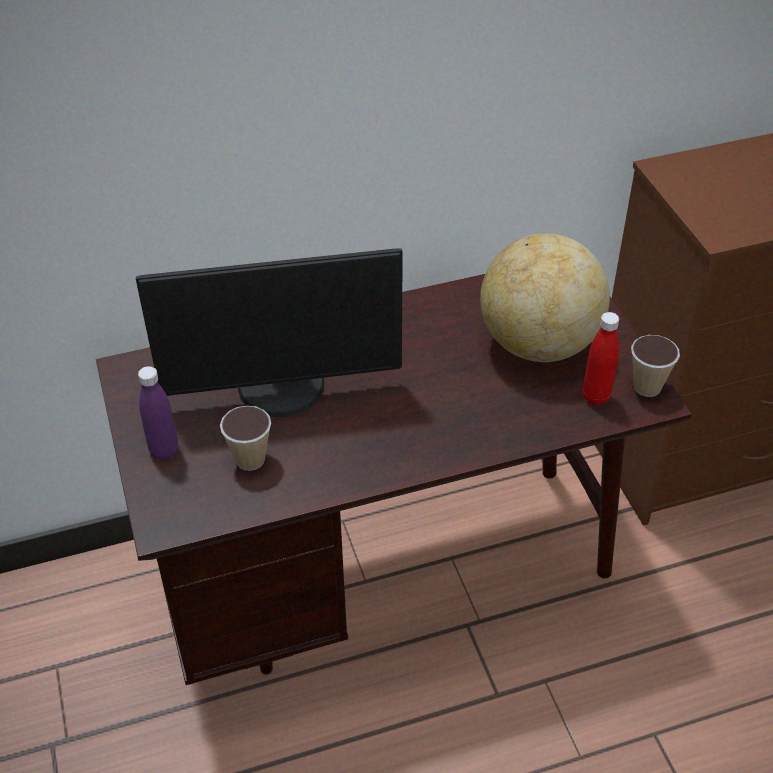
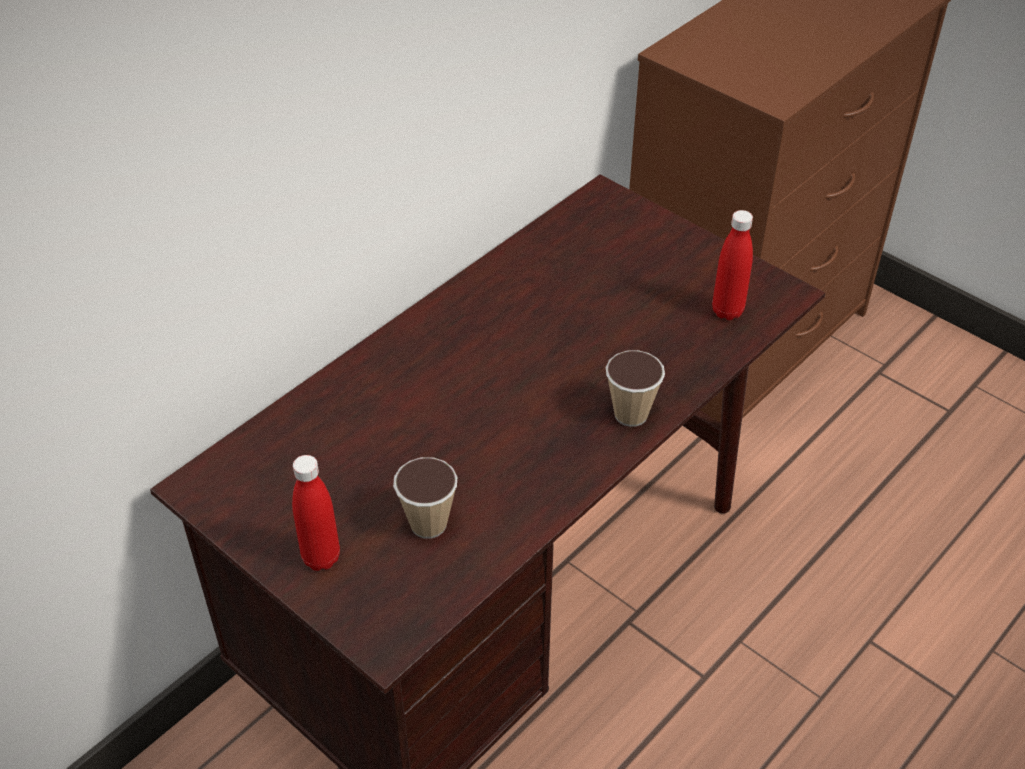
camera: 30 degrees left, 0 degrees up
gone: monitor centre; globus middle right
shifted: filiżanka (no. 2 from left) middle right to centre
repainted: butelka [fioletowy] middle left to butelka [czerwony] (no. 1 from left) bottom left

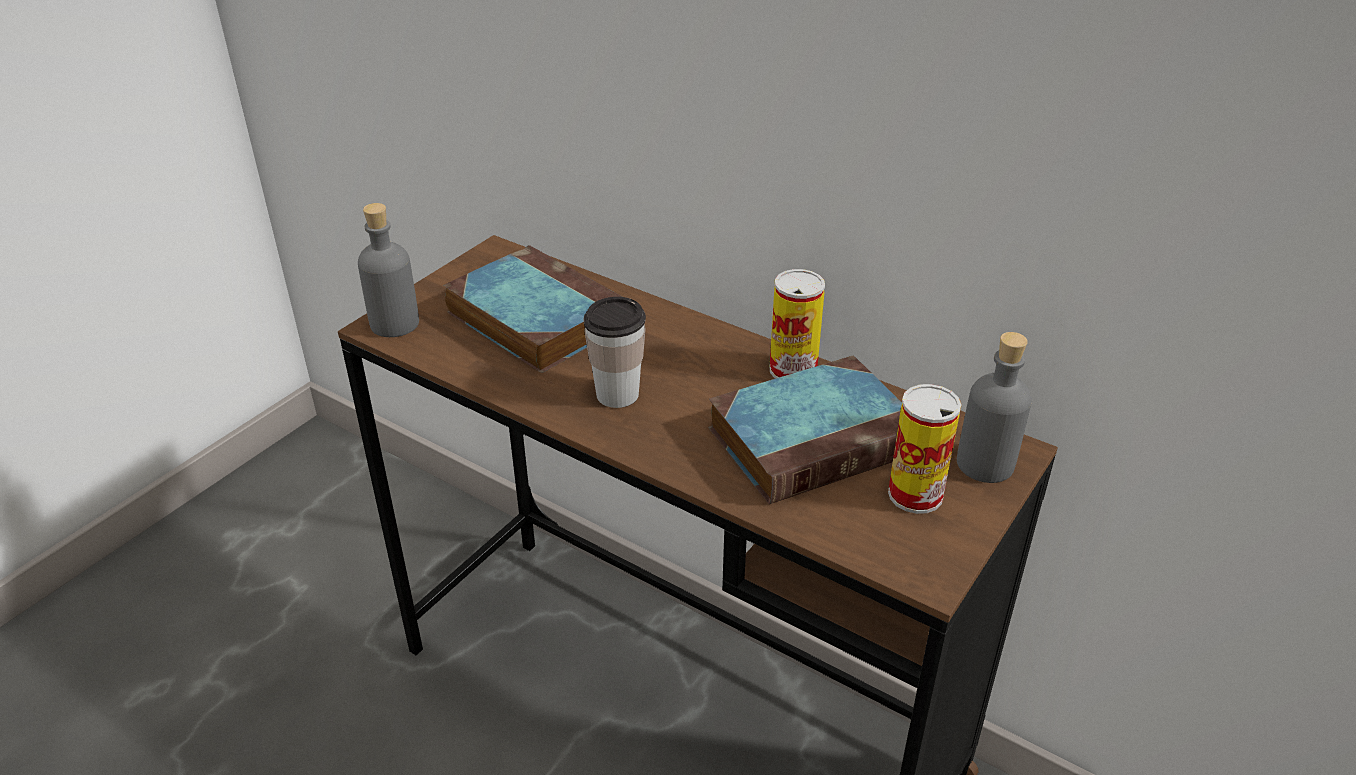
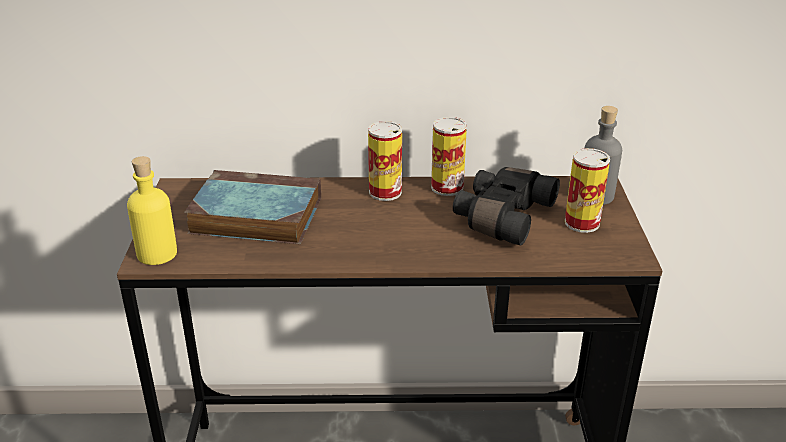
camera: 35 degrees left, 5 degrees down
gone: filiżanka centre
new: puszka (no. 1 from left) centre
swapped: książka (no. 2 from left) centre to lornetka [czarny] centre
repainted: butelka [szary] (no. 1 from left) middle left to butelka [żółty] middle left

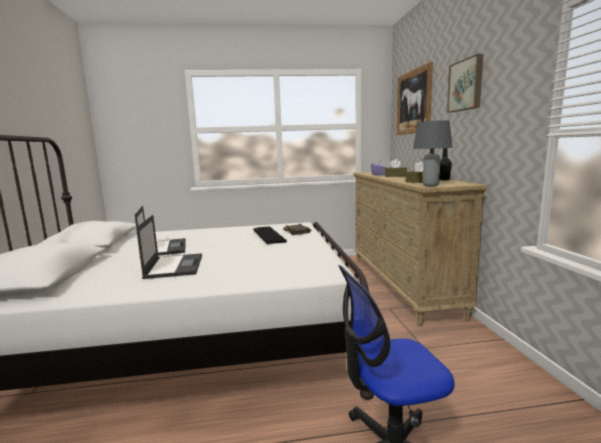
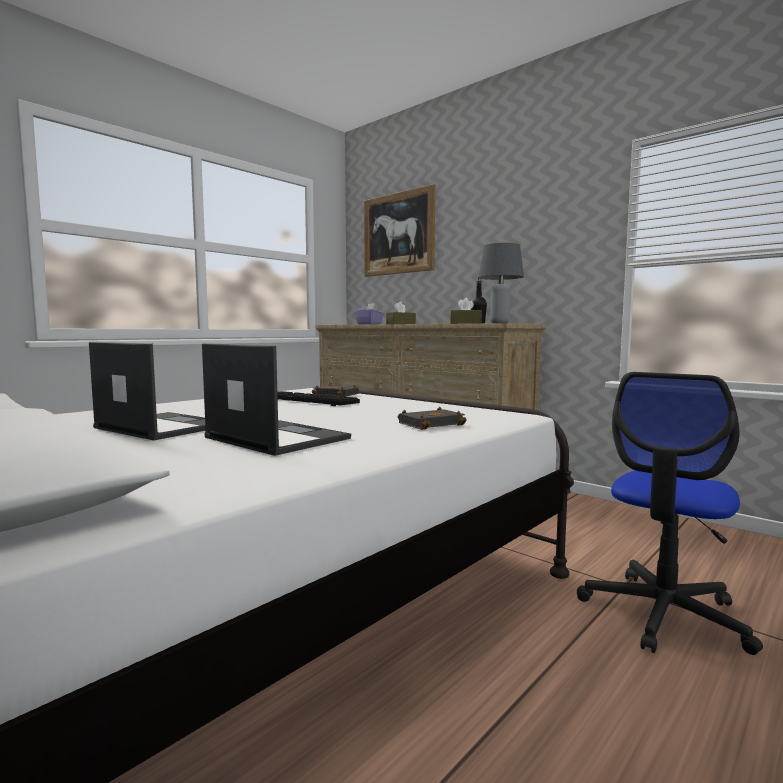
camera: 40 degrees left, 5 degrees down
gone: obraz (no. 2 from left) top right
new: książka [czarny] (no. 2 from left) centre

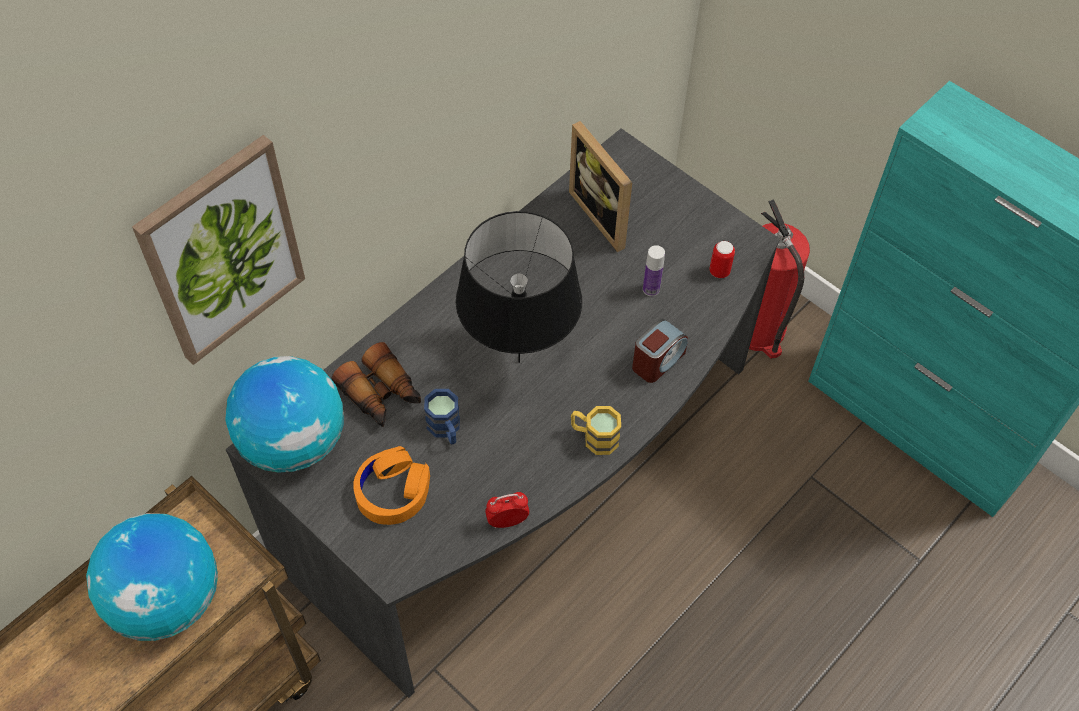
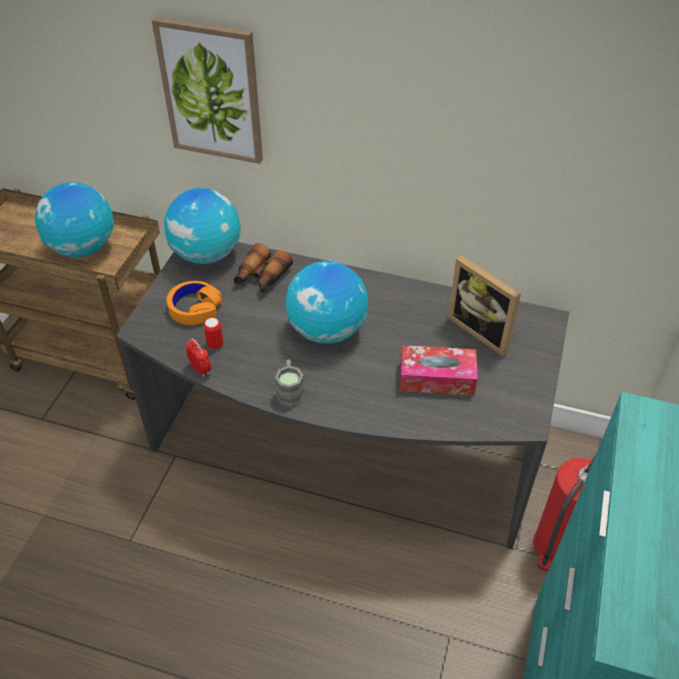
camera: 65 degrees right, 10 degrees down
gone: kubek [niebieski] centre; budzik (no. 2 from left) centre
shifted: puszka middle right to middle left
swapped: lampa stołowa [czarny] centre to globus (no. 3 from left) centre; butelka centre to pudełko chusteczek centre
repainted: kubek [żółty] centre to kubek [szary] centre
rotated: ramka na zdjęcie top centre = middle right 75 degrees counterclockwise

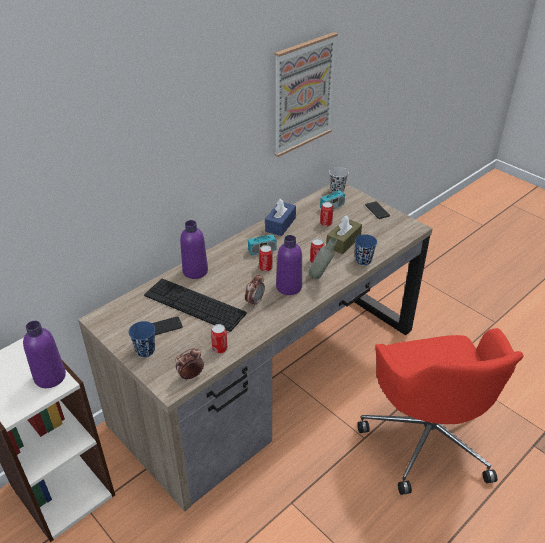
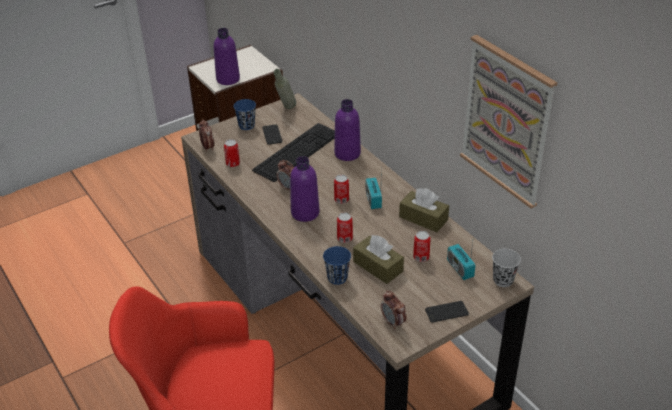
camera: 100 degrees right, 0 degrees up
new: budzik (no. 3 from left) bottom centre
shifted: butelka [szary] centre to top centre
repainted: pudełko chusteczek [niebieski] centre to pudełko chusteczek [brązowy] (no. 2 from left) centre

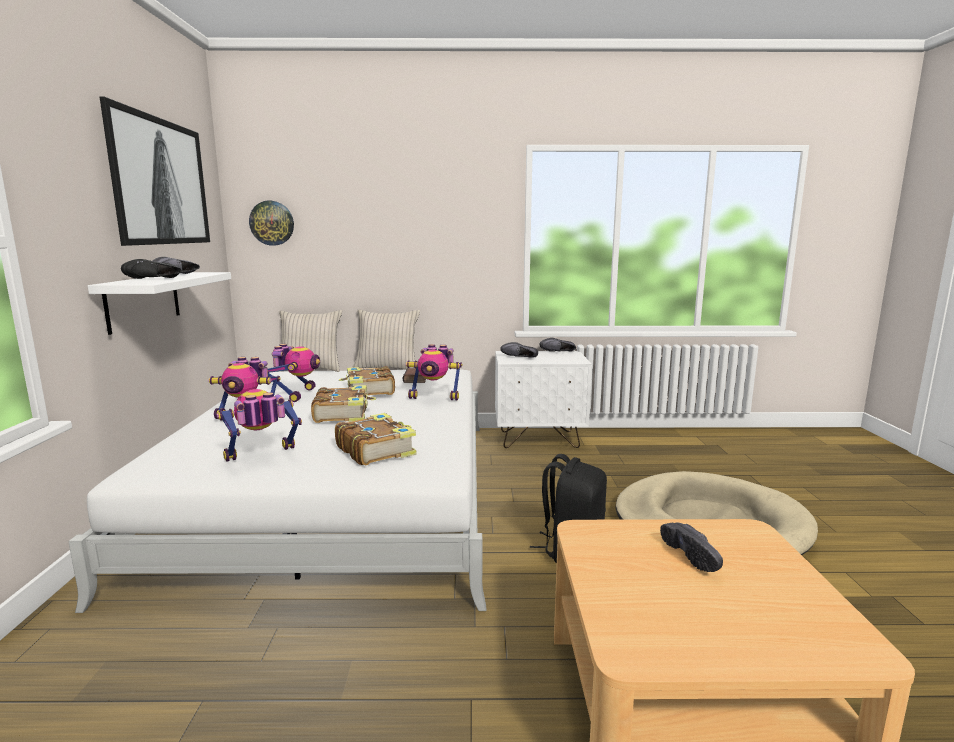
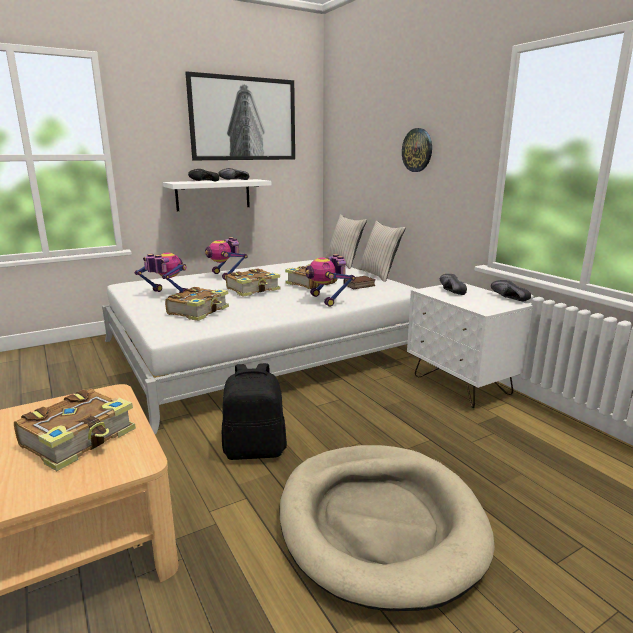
camera: 60 degrees right, 5 degrees up
gone: robot zabawkowy (no. 3 from left) middle left
shifted: zegar ścienny top left to top centre
swapped: but [czarny] (no. 5 from left) bottom right to książka (no. 1 from left) bottom left

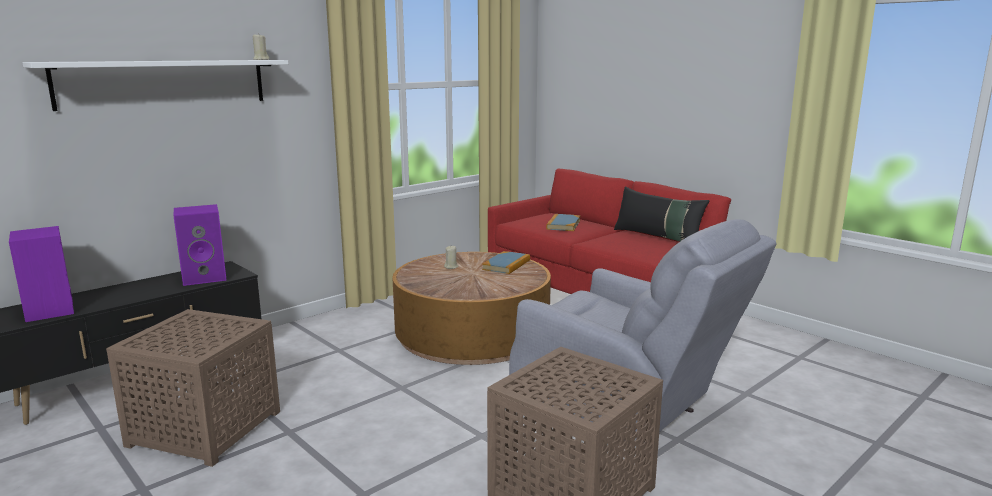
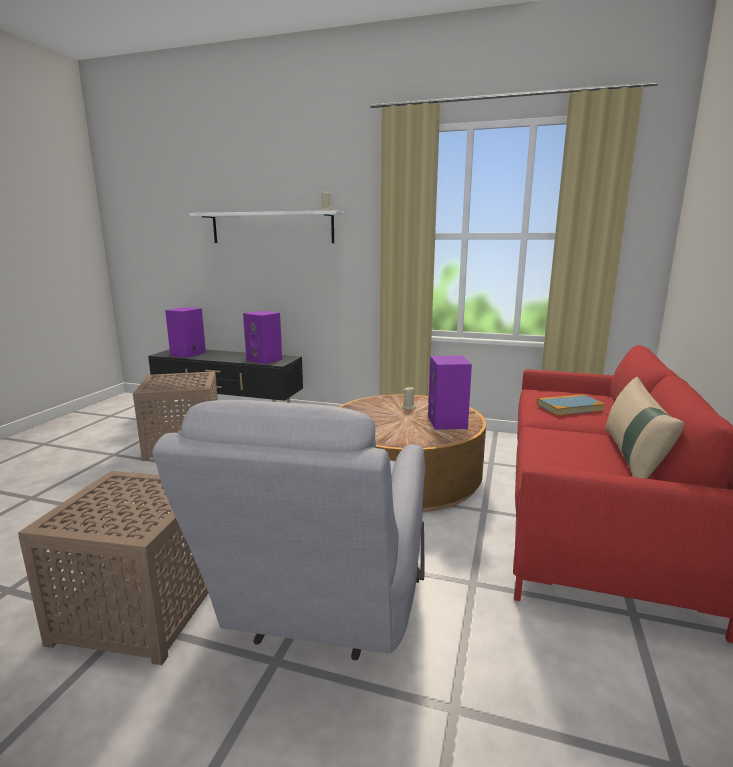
camera: 60 degrees right, 0 degrees up
swapped: książka (no. 1 from left) centre to głośnik [fioletowy] (no. 3 from left) centre
repainted: poduszka [czarny] middle right to poduszka [beżowy] middle right

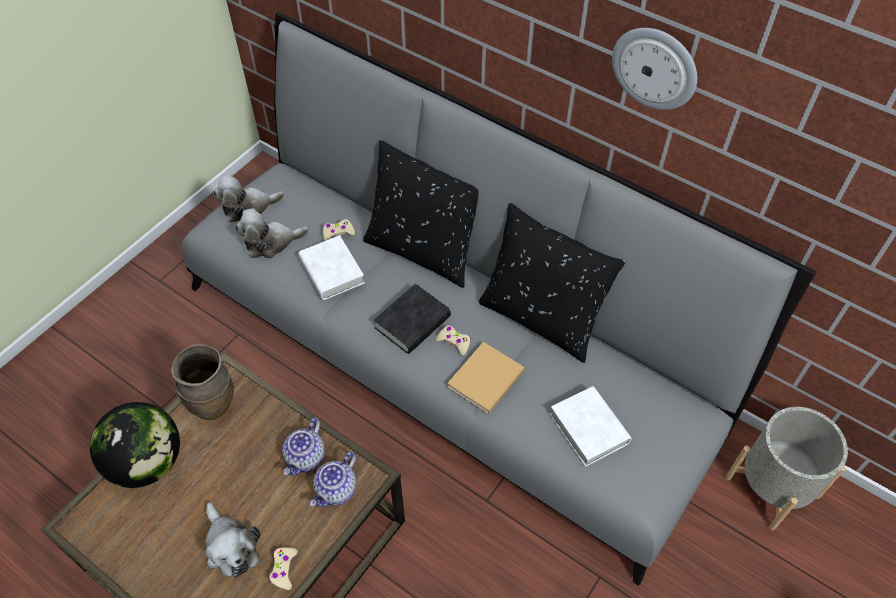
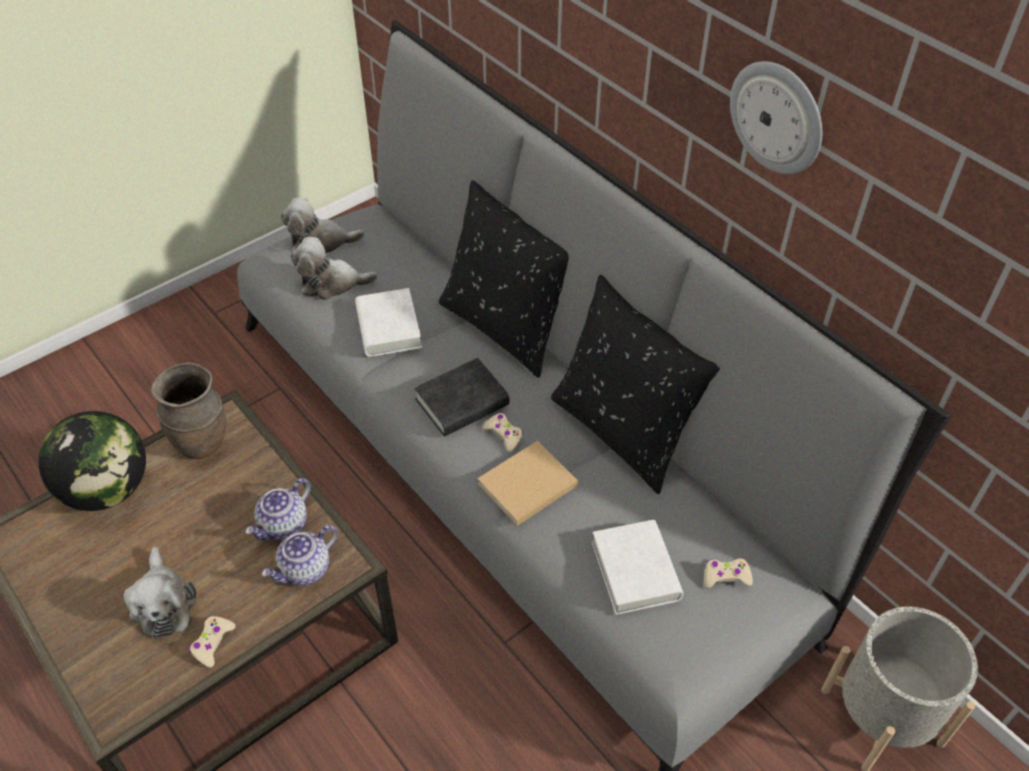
camera: 15 degrees right, 5 degrees down
shifted: pad do gier [beżowy] (no. 2 from left in the first image) centre to pad do gier [beżowy] (no. 3 from left) bottom right

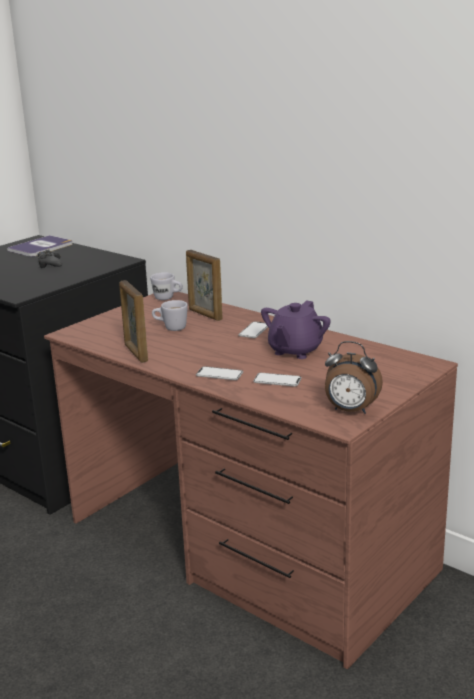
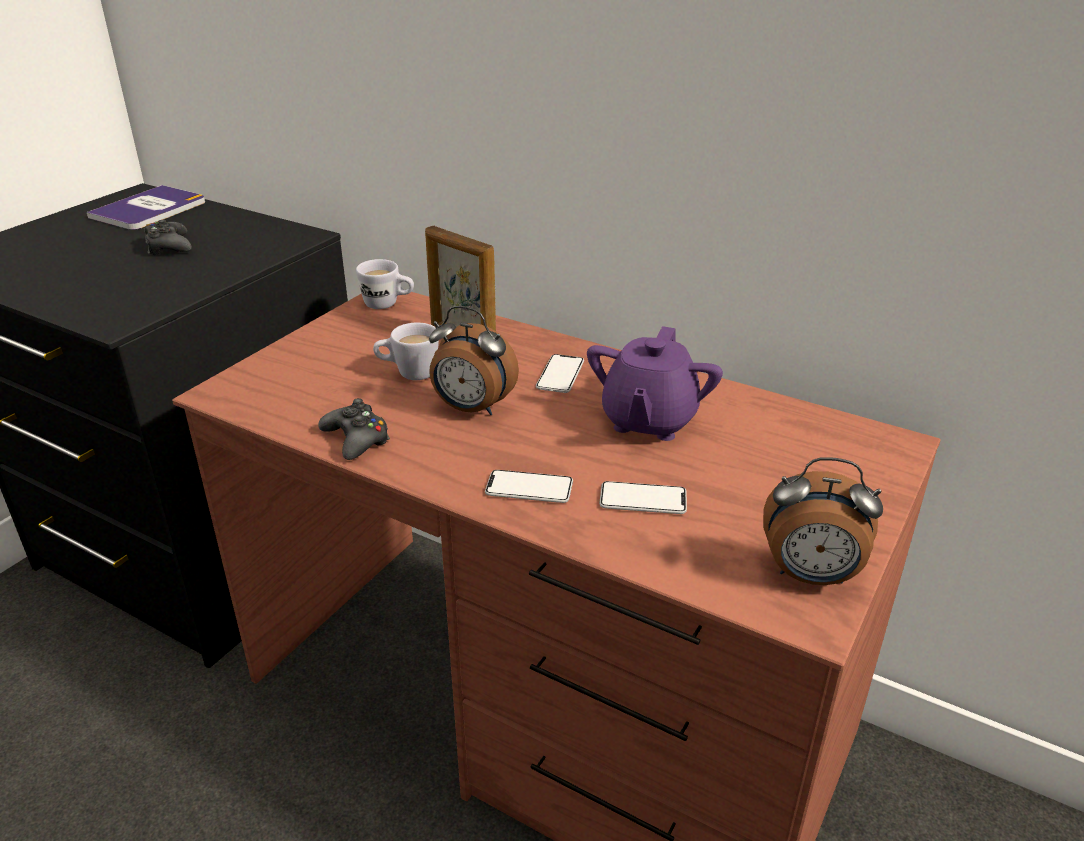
camera: 10 degrees left, 10 degrees up
new: budzik (no. 1 from left) centre
swapped: ramka na zdjęcie (no. 1 from left) middle left to pad do gier [czarny] (no. 2 from left) middle left

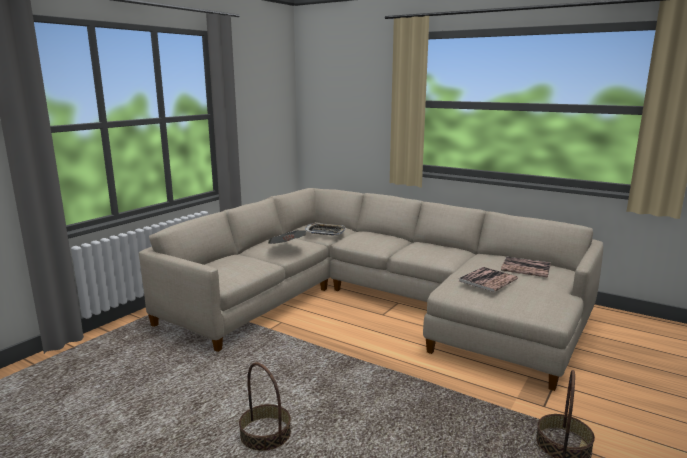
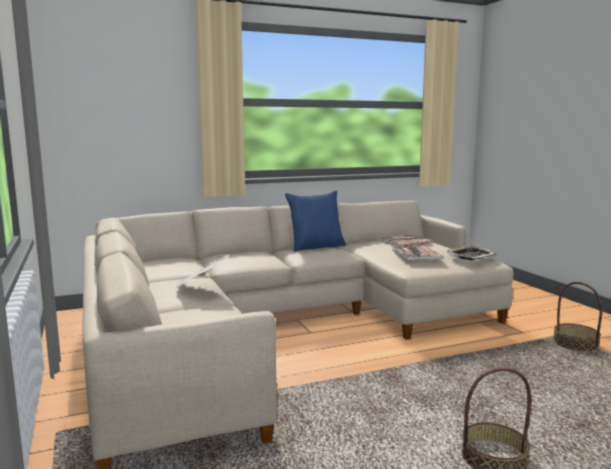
camera: 55 degrees left, 5 degrees down
new: poduszka [niebieski] centre
shifted: taca centre to middle right

